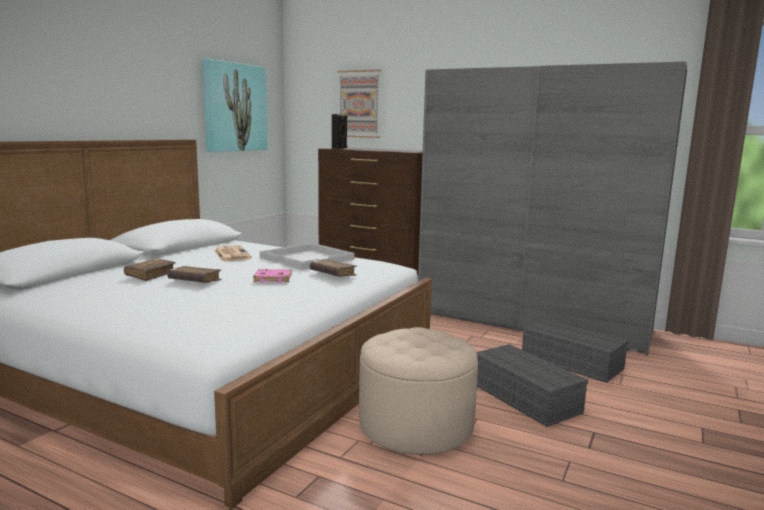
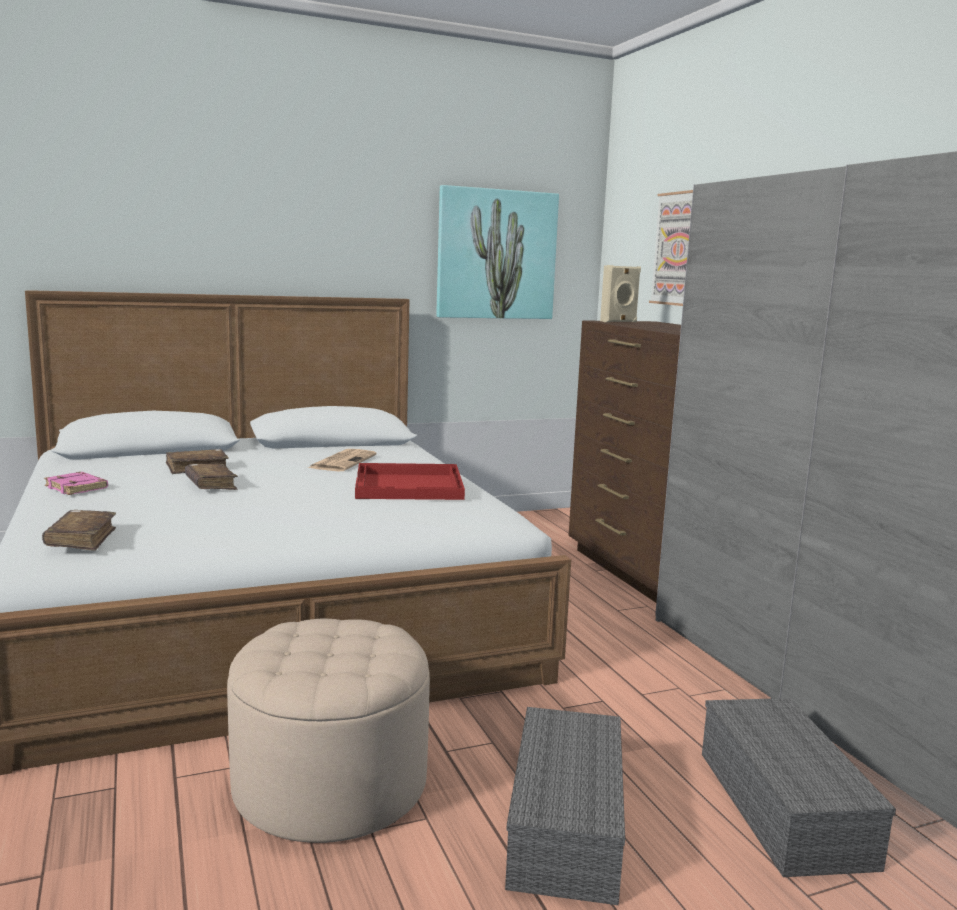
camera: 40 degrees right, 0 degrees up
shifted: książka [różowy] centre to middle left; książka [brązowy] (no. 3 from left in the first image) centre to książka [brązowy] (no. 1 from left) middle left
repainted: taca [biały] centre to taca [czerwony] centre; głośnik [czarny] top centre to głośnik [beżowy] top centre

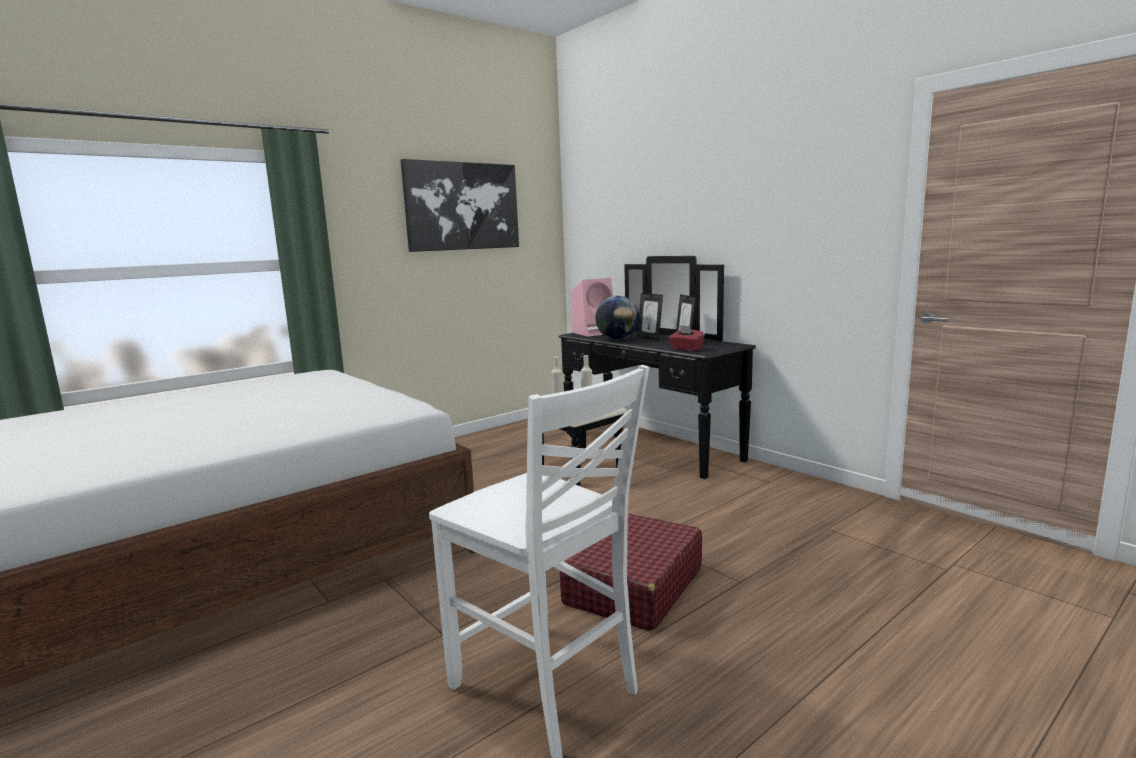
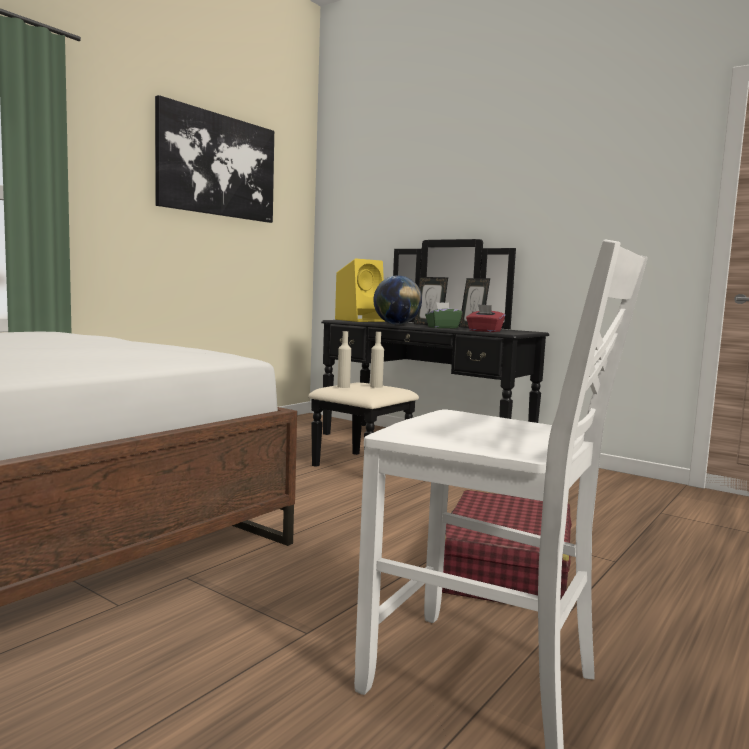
camera: 15 degrees left, 5 degrees down
new: pudełko chusteczek [zielony] centre
repainted: głośnik [różowy] centre to głośnik [żółty] centre

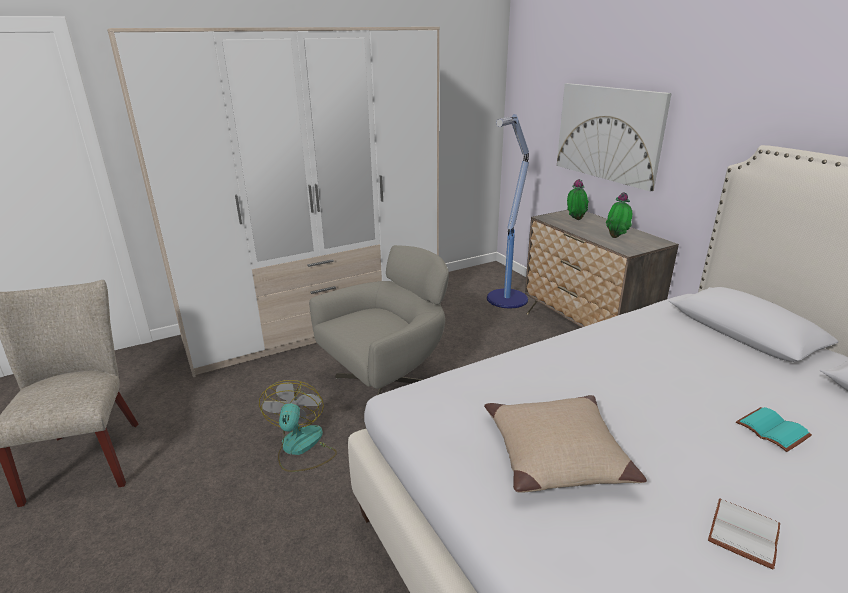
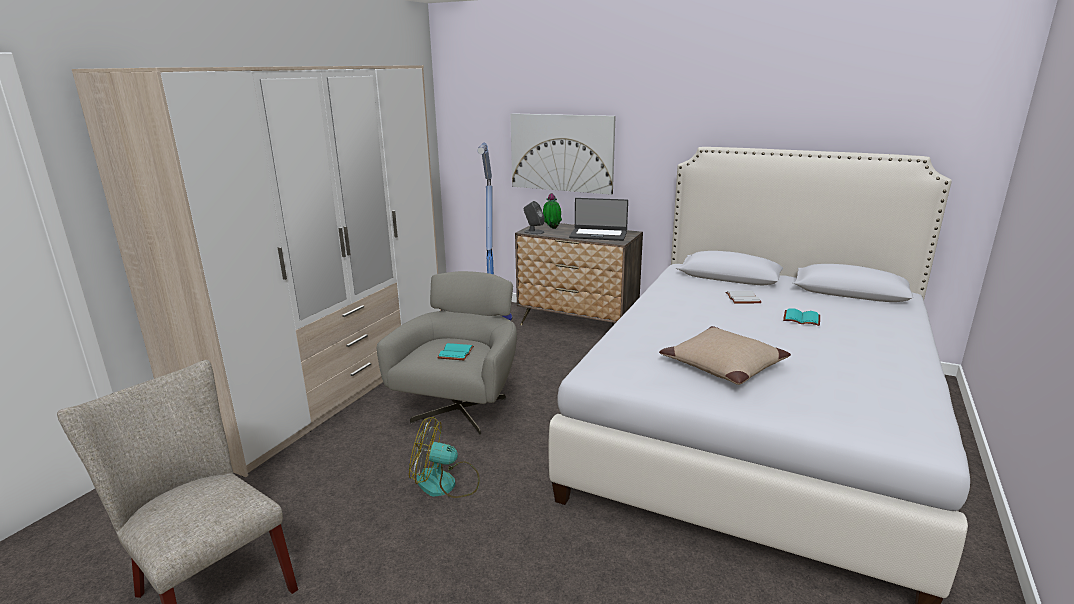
camera: 35 degrees left, 5 degrees down
new: książka [turkusowy] (no. 1 from left) centre; głośnik [szary] centre
shifted: książka [biały] bottom right to middle right
swapped: roślina doniczkowa (no. 2 from left) middle right to laptop centre
rotated: wentylator bottom centre = bottom centre 45 degrees counterclockwise

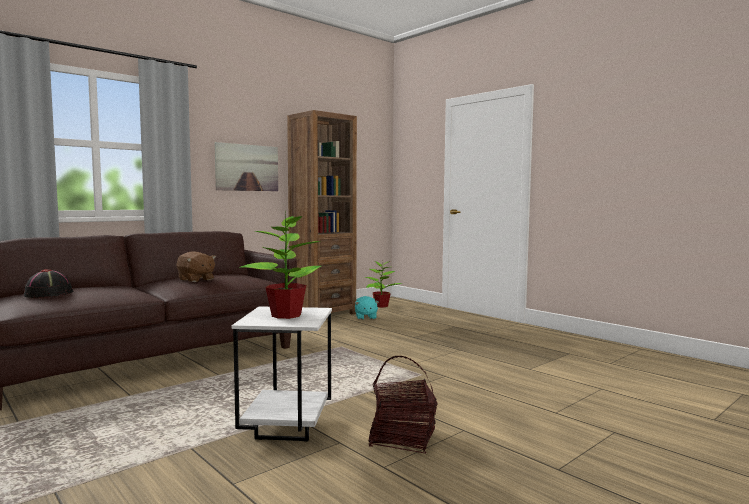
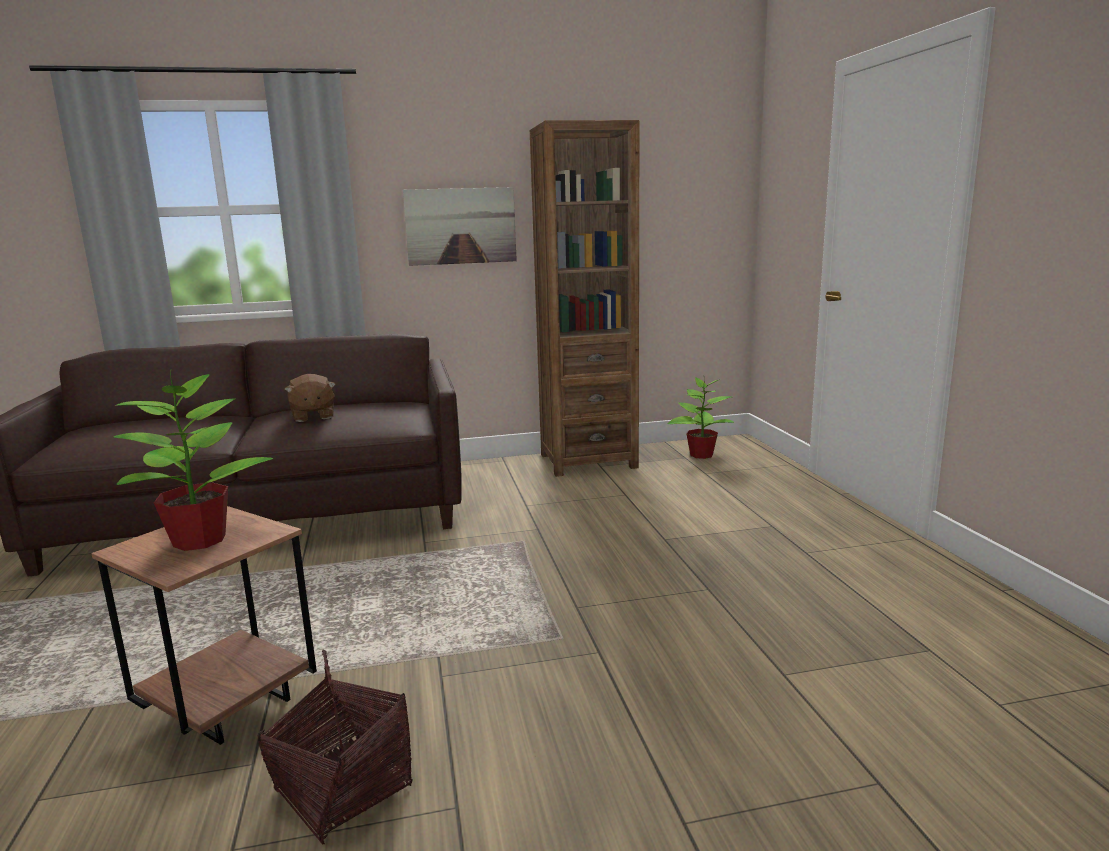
camera: 30 degrees right, 10 degrees up
gone: kapelusz [czarny] middle left; pluszak [turkusowy] centre
repainted: stolik [biały] bottom centre to stolik [brązowy] bottom left

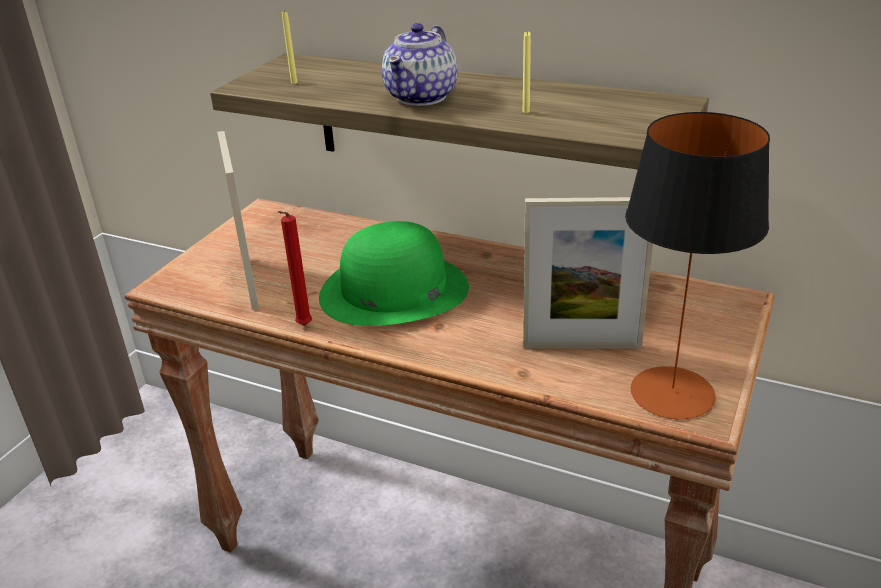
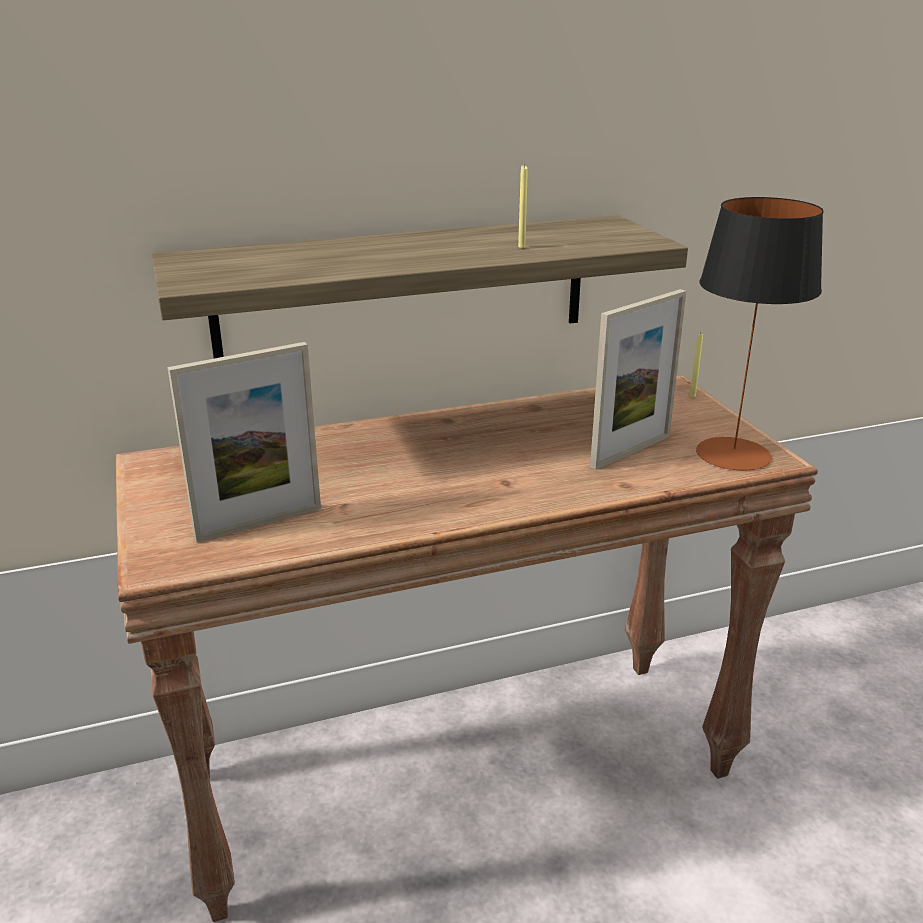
camera: 45 degrees left, 5 degrees down
gone: świeca [czerwony] centre; kapelusz [zielony] centre; imbryk top centre
shifted: świeca [żółty] (no. 1 from left in the first image) top left to świeca [żółty] (no. 2 from left) middle right
rotated: ramka na zdjęcie (no. 1 from left) middle left = middle left 120 degrees clockwise

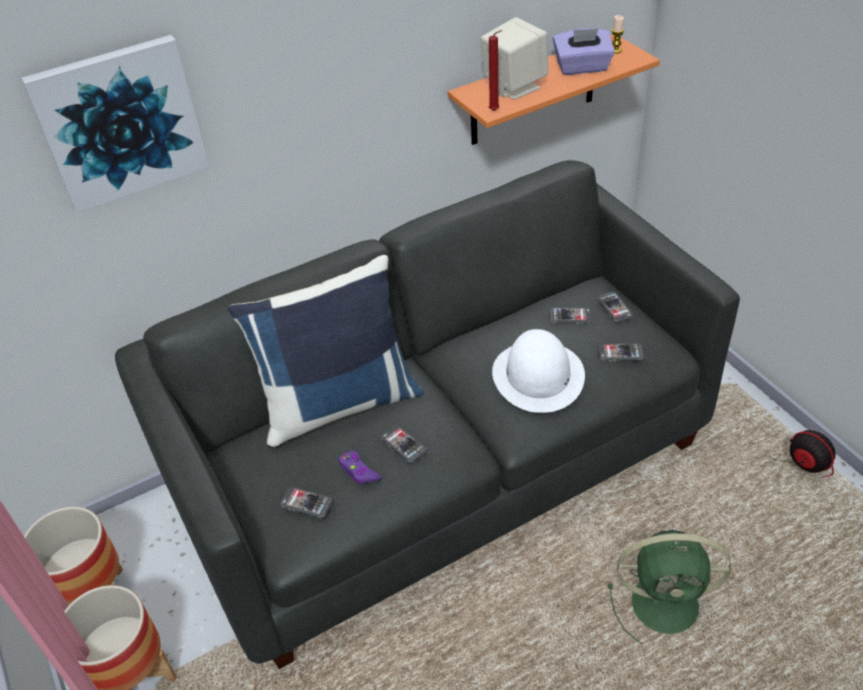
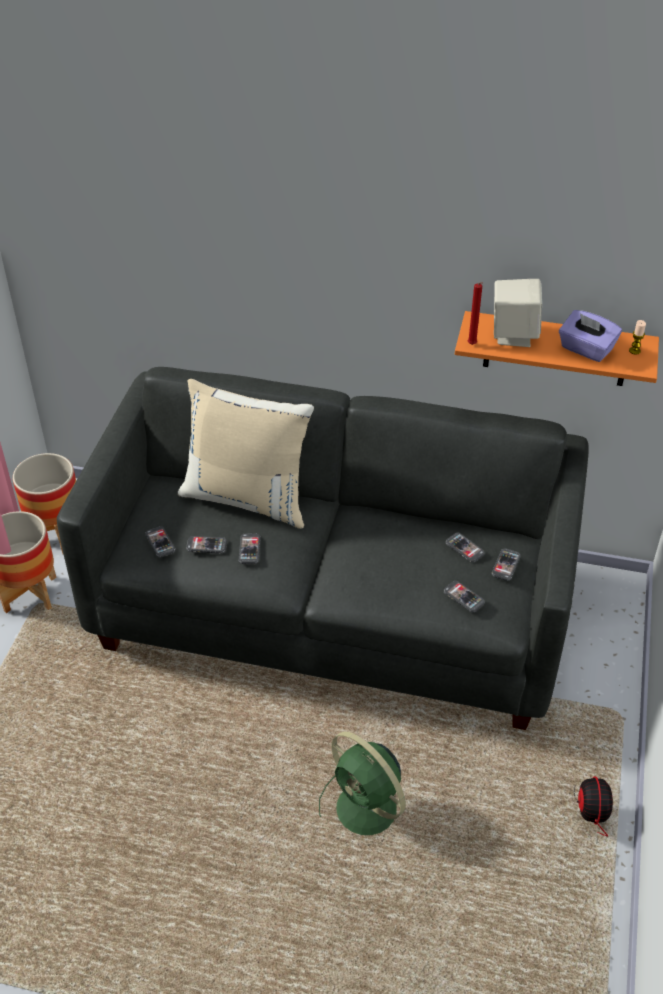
camera: 40 degrees right, 0 degrees up
gone: obraz top left; kapelusz [biały] centre
swapped: pad do gier [fioletowy] bottom centre to telefon (no. 2 from left) middle left
repainted: poduszka [niebieski] centre to poduszka [beżowy] centre

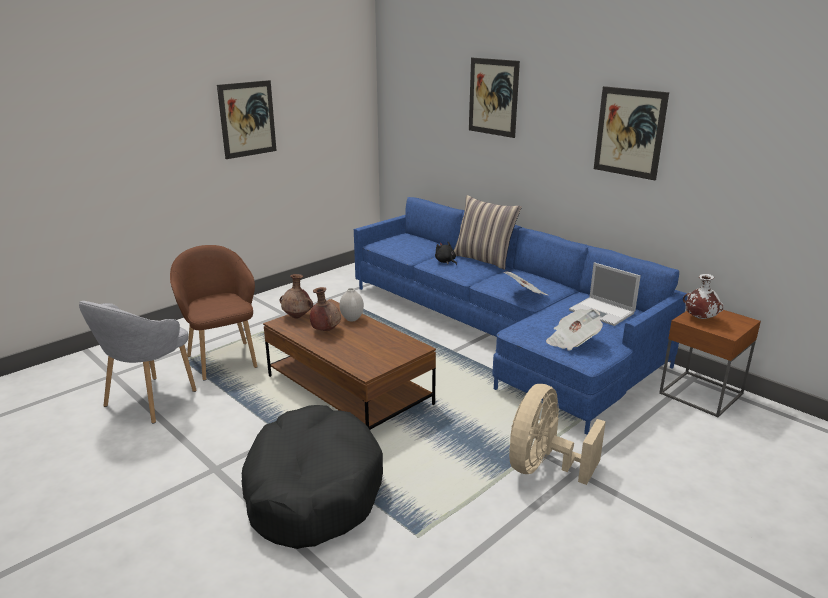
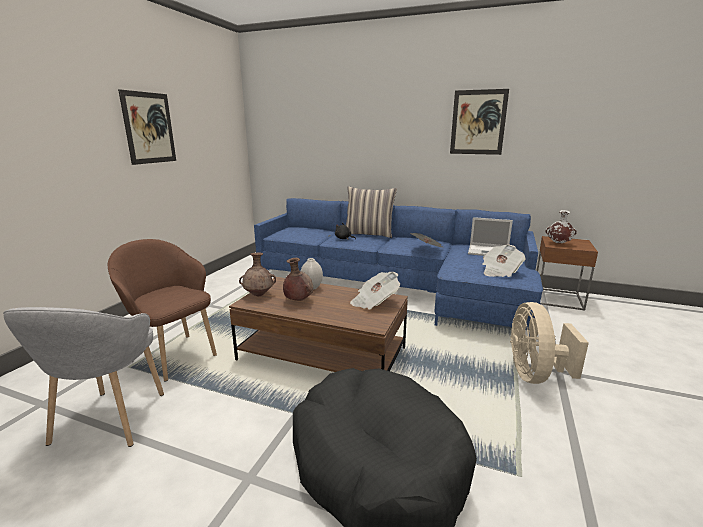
camera: 25 degrees left, 5 degrees down
gone: obraz (no. 2 from left) top centre
new: gazeta (no. 1 from left) centre

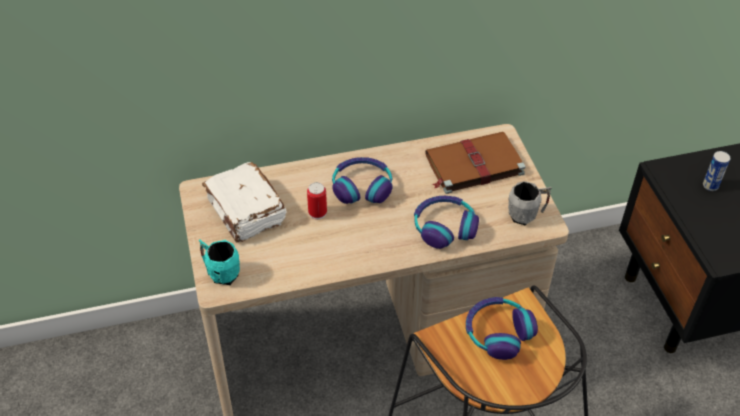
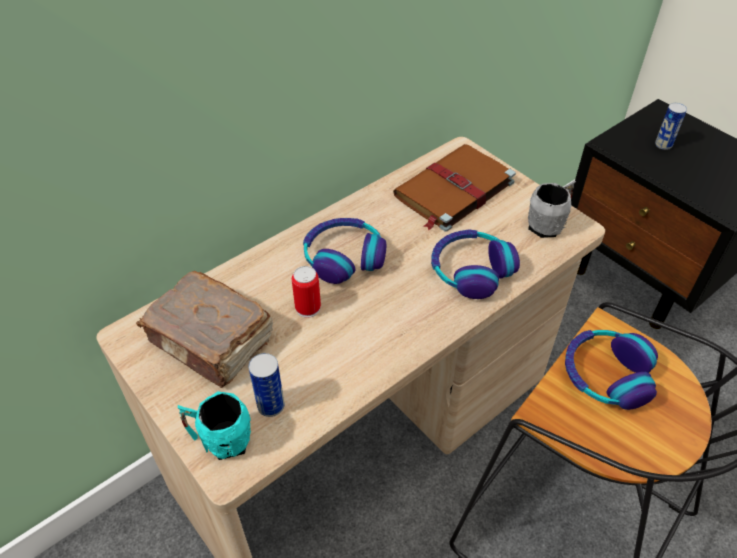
camera: 25 degrees left, 0 degrees up
new: puszka (no. 1 from left) bottom centre
repainted: książka [biały] middle left to książka [brązowy] (no. 1 from left) middle left

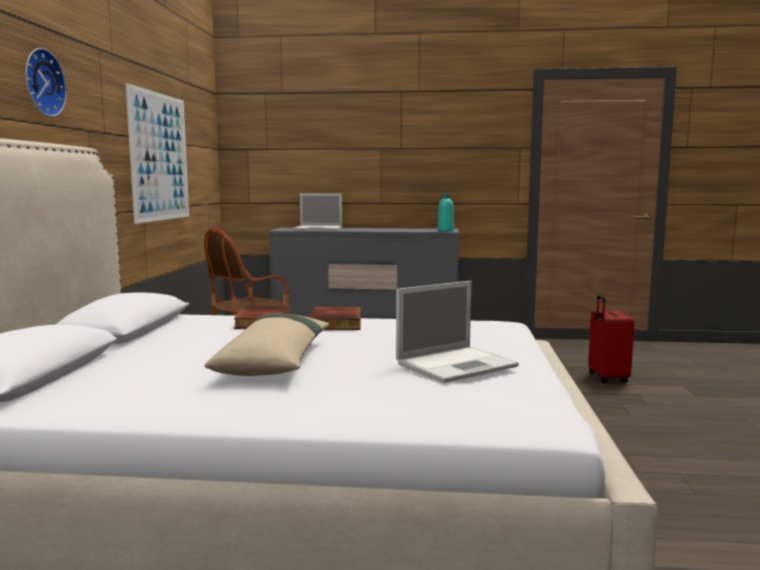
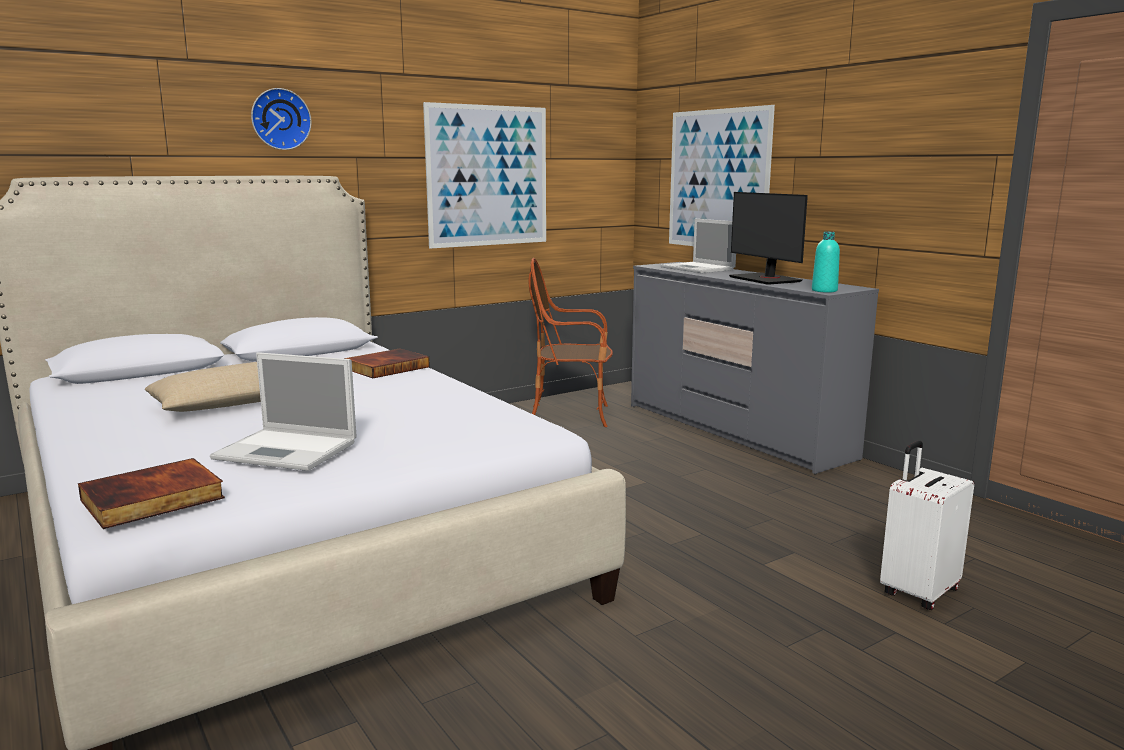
camera: 50 degrees right, 5 degrees up
new: obraz (no. 2 from left) top centre; monitor top right
shifted: książka (no. 2 from left in the first image) centre to książka (no. 1 from left) middle left
repainted: walizka [czerwony] middle right to walizka [biały] bottom right

